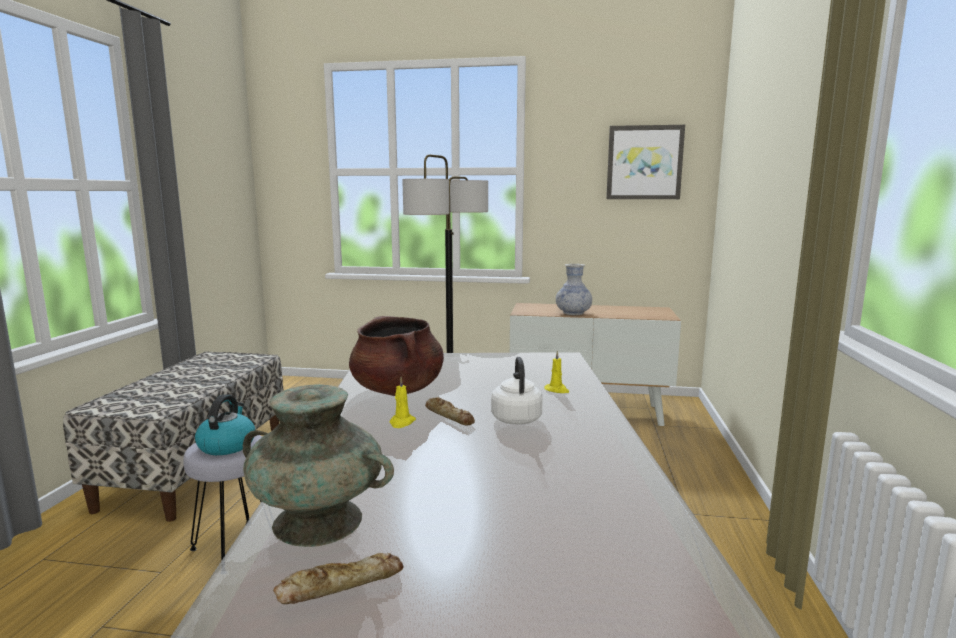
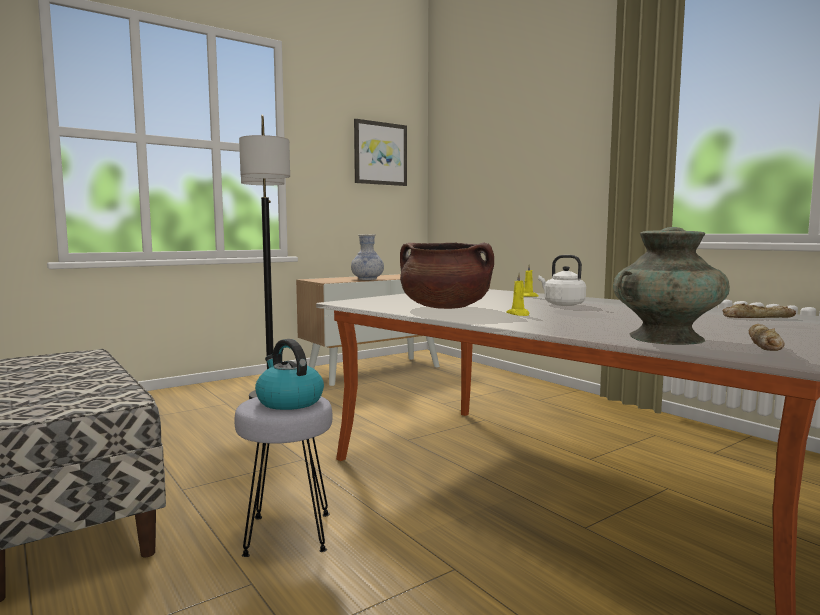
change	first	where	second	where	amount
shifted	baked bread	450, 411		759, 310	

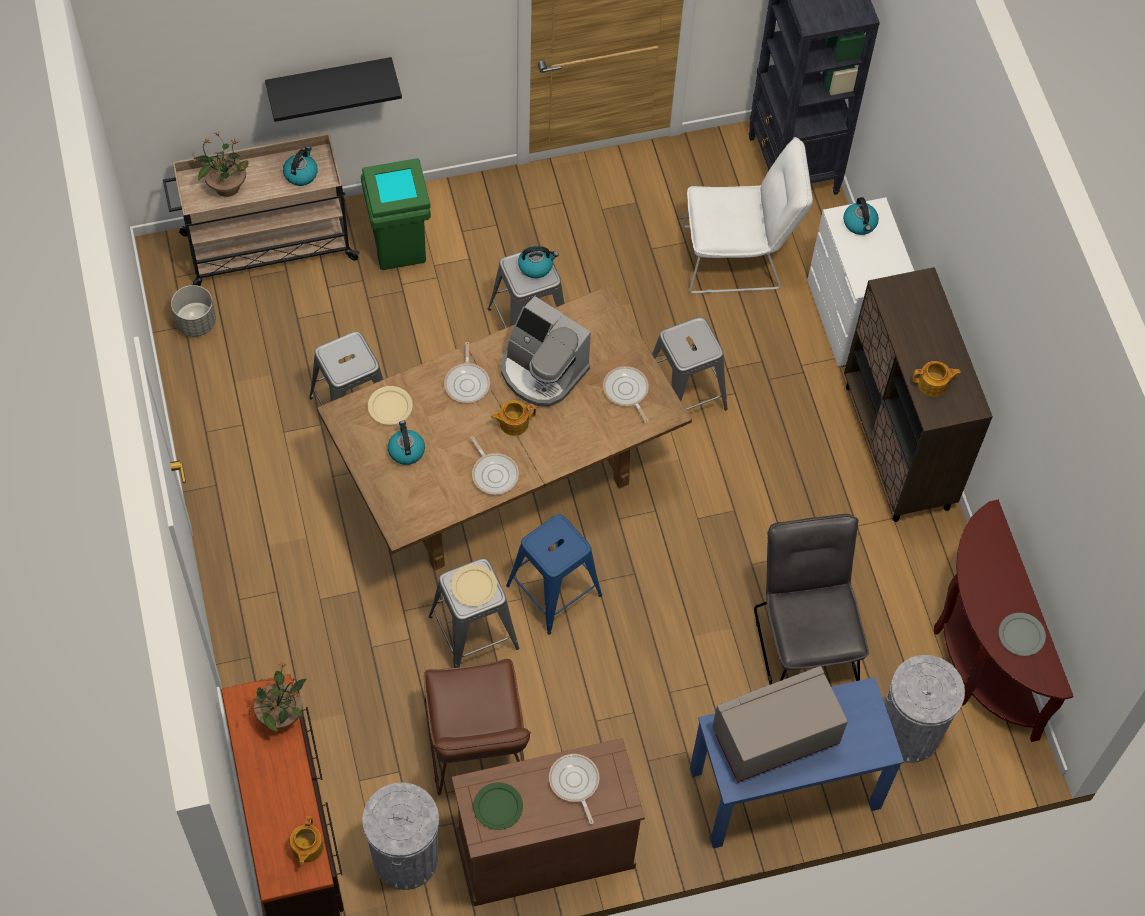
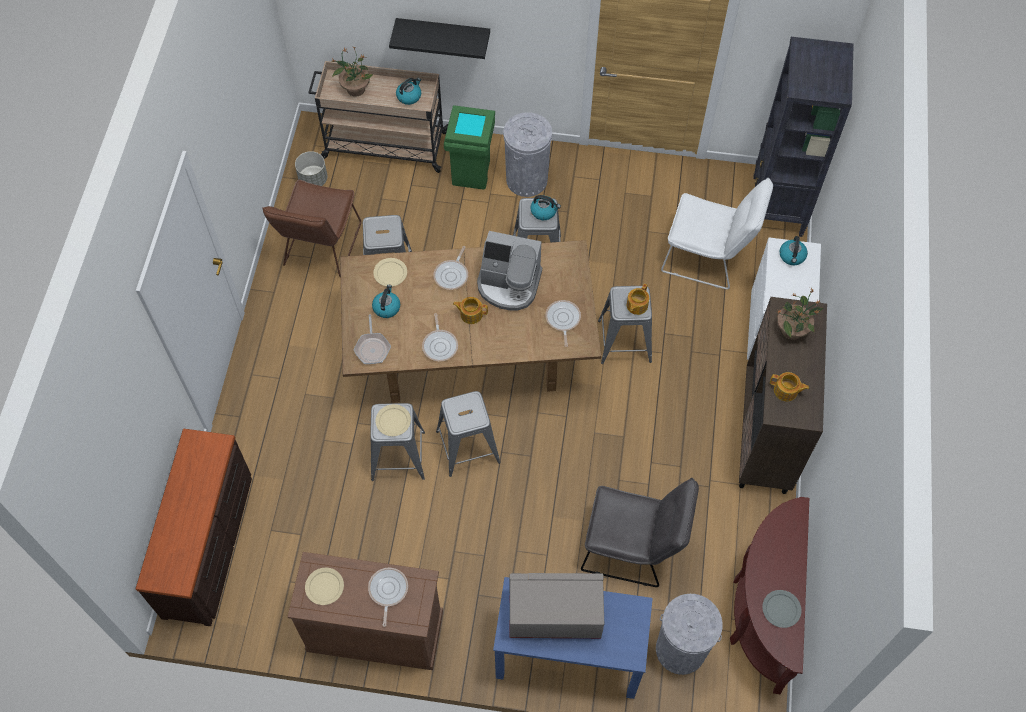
change	first	where	second	where	amount
shifted	brownish chair	477, 727		311, 228	
repainted	green plate	498, 806	beige-coloured plate	324, 586	
new			pan	372, 339	
repainted	bluish stool seat	554, 574	grey stool seat	468, 434	
rotated	coffee machine	546, 351		509, 270	45 degrees counterclockwise
shifted	grey rubbish bin	401, 836		528, 154	
rotated	grey chair	811, 599		640, 532	90 degrees clockwise
shifted	teapot	307, 840		638, 299	
shifted	houseplant	276, 696		799, 313	

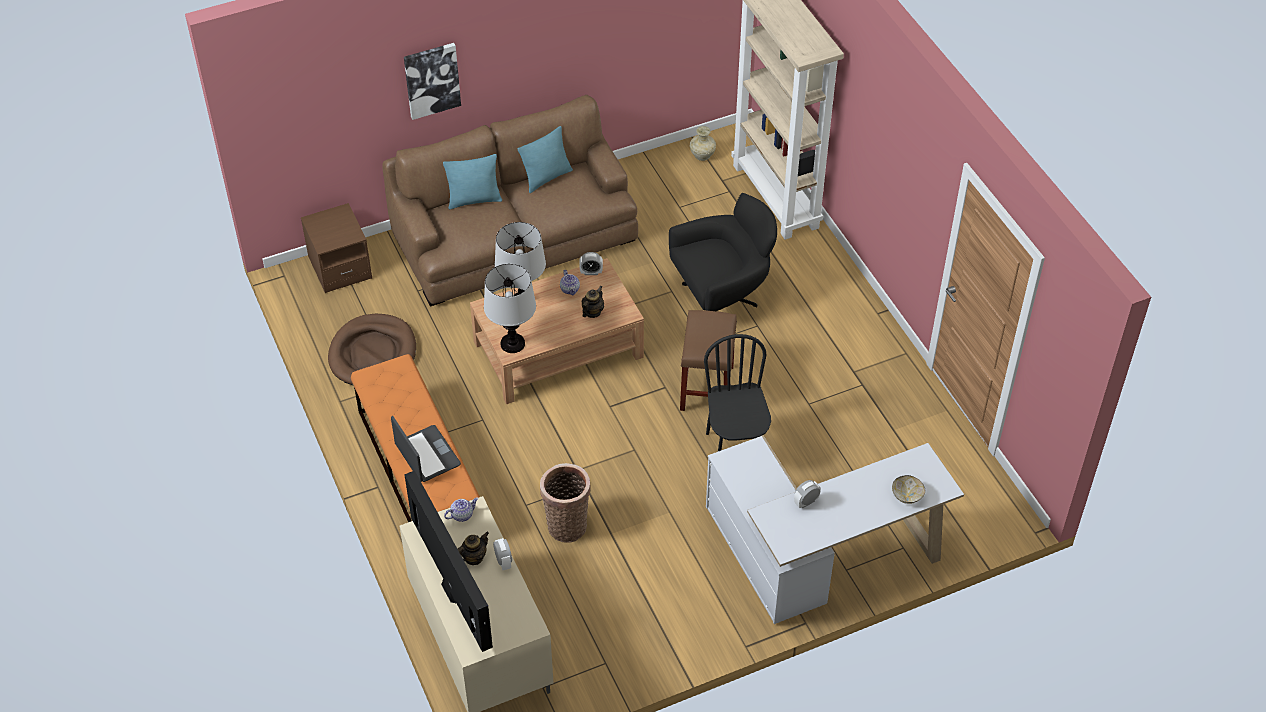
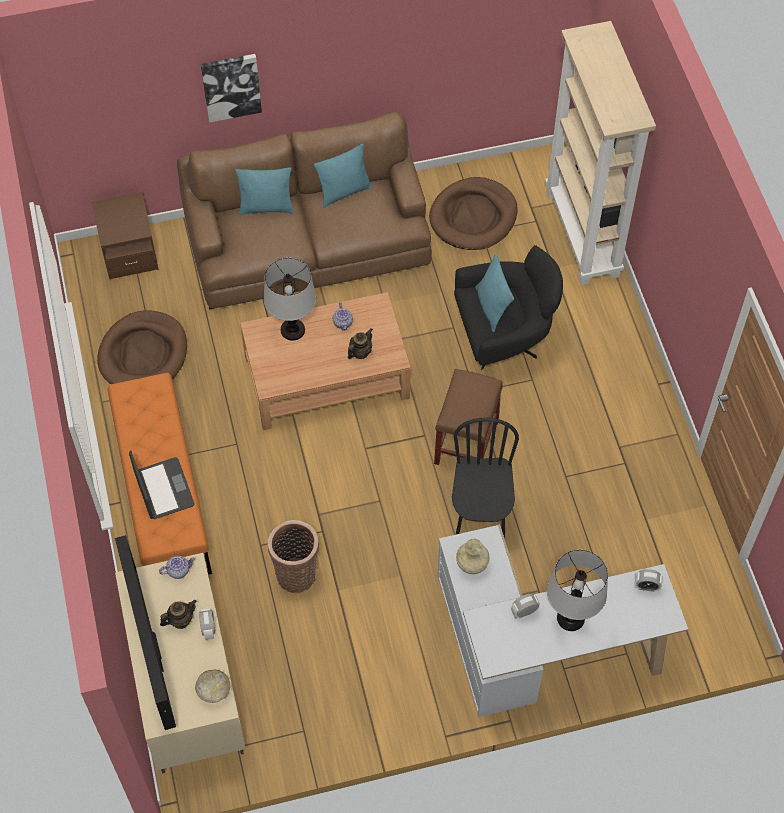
change	first	where	second	where	amount
shifted	serving bowl	908, 489		212, 686	
new			brownish pet bed	473, 213	
shifted	beige-coloured vase	703, 143		473, 556	
new			blue-green cushion	494, 293	
shifted	lamp for a table	510, 308		577, 590	
shifted	bedside clock	591, 263		648, 580	

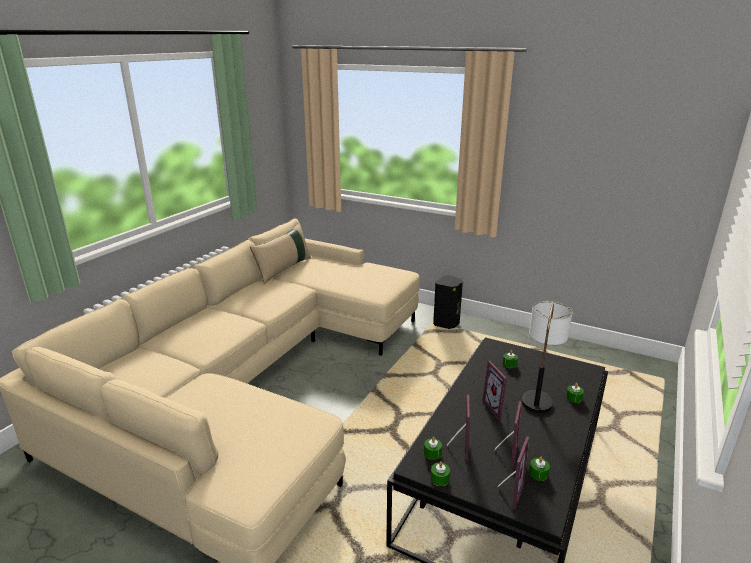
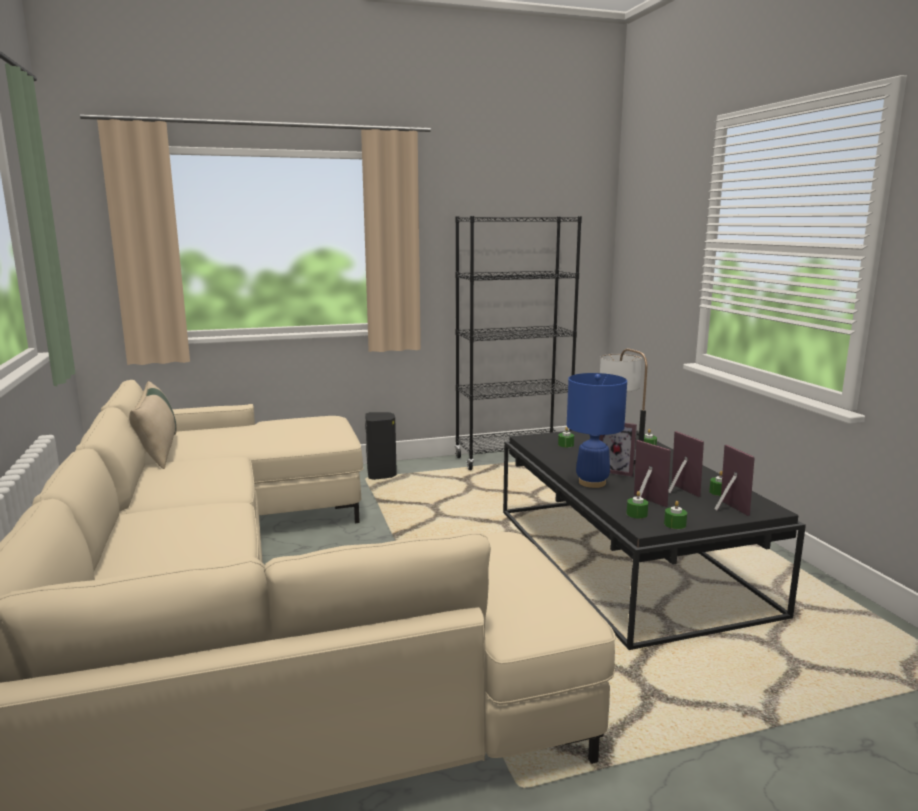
change	first	where	second	where	amount
new			blackish bookcase	518, 343	
new			bluish lamp for a table	597, 430	

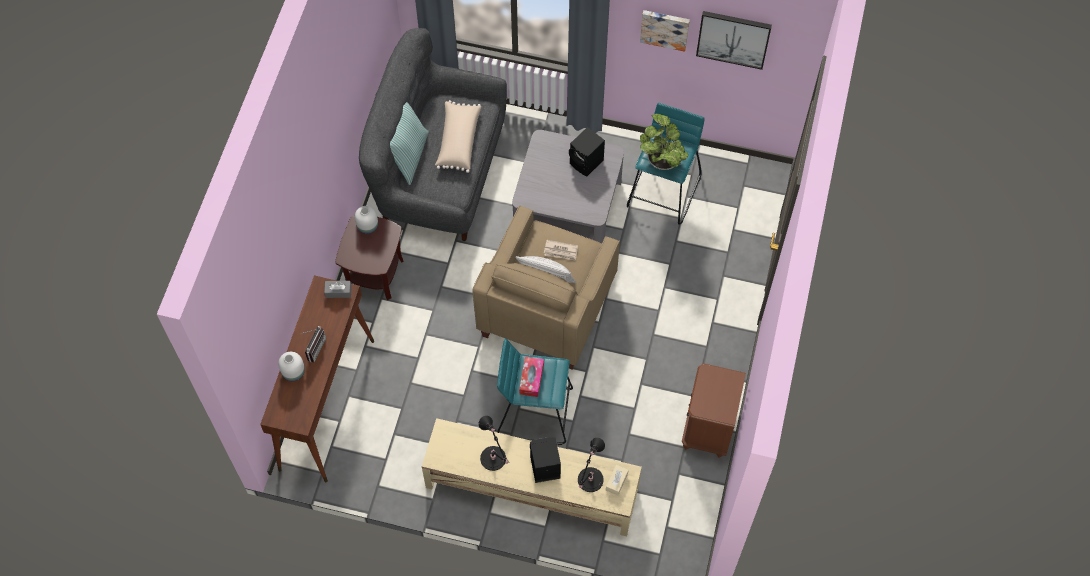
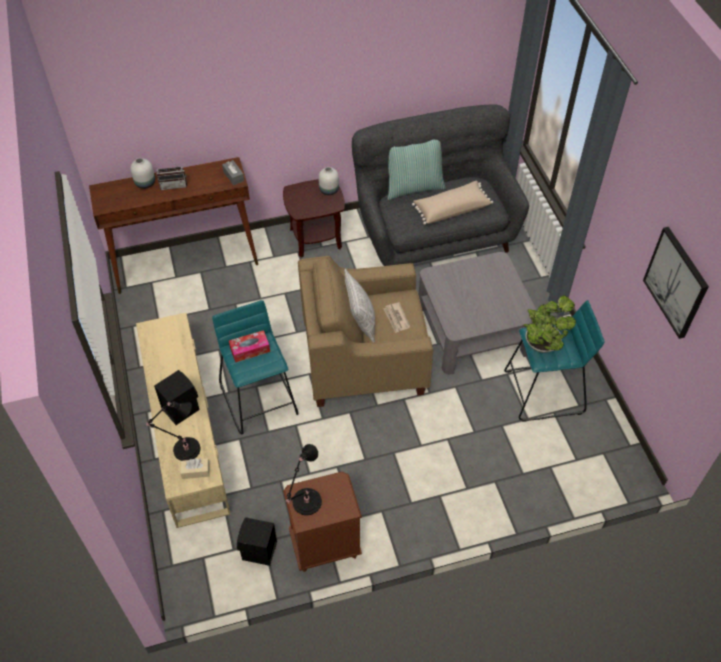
change	first	where	second	where	amount
shifted	blackish loudspeaker	587, 151		257, 541	
shifted	blackish lamp for a table	494, 443		304, 479	
gone	picture	665, 31			

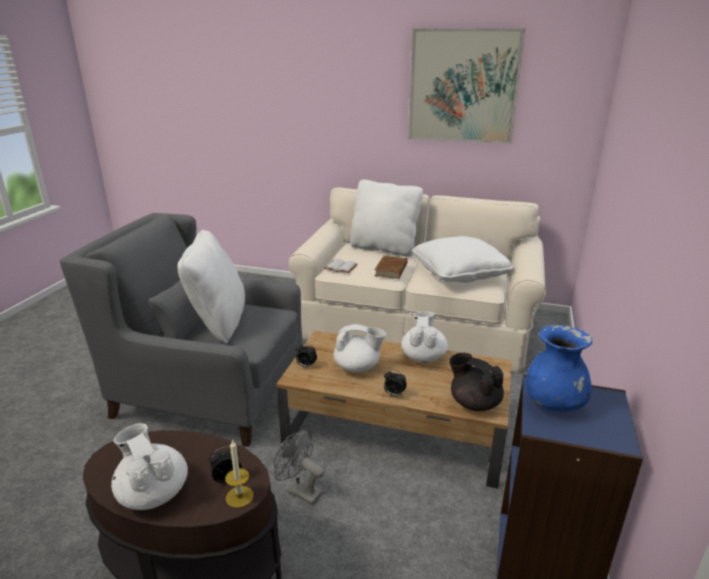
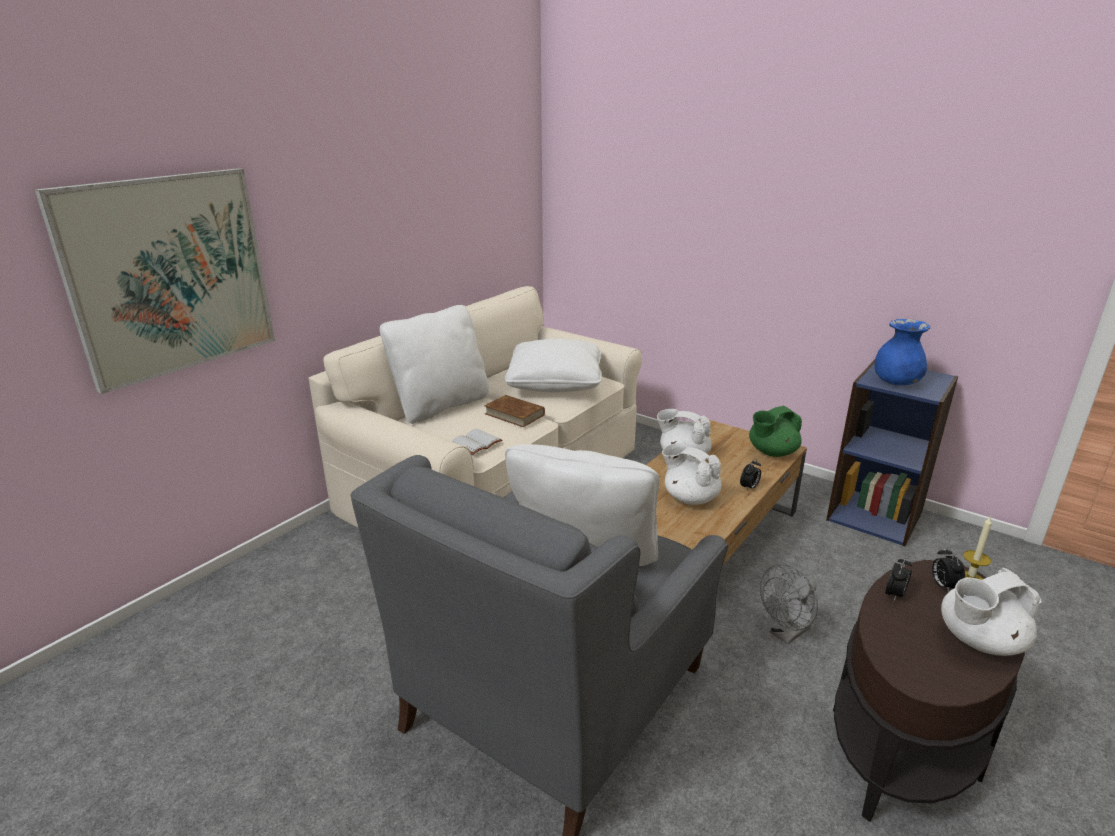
change	first	where	second	where	amount
shifted	picture	466, 86		154, 281	
rotated	white-coloured teapot	360, 348		692, 474	75 degrees counterclockwise
repainted	blackish teapot	476, 382	green teapot	775, 431	
shifted	bedside clock	306, 355		898, 579	

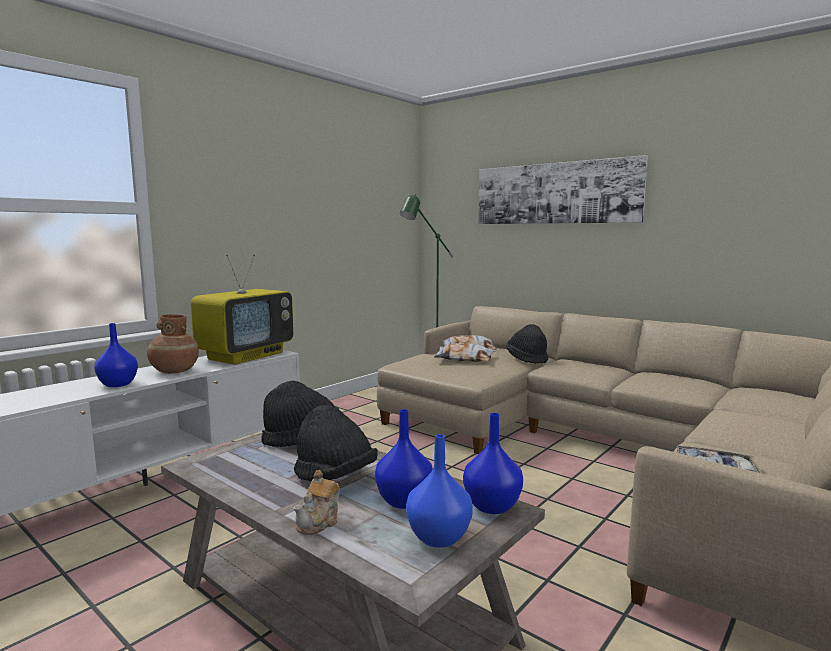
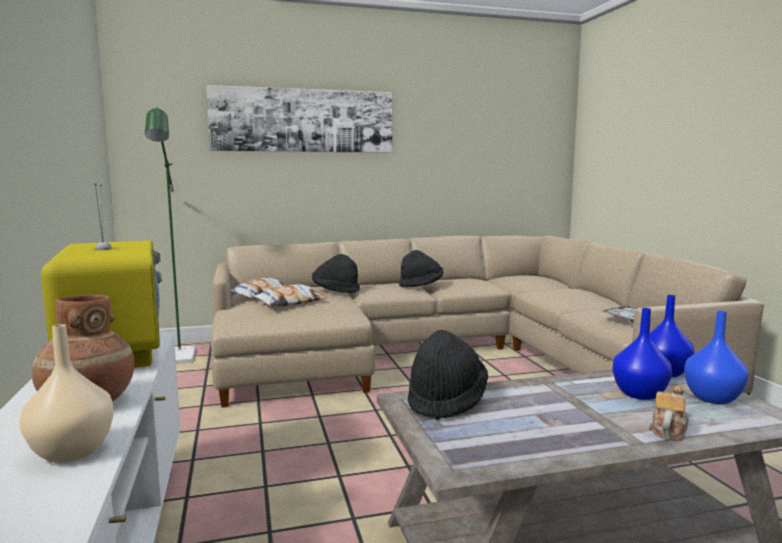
change	first	where	second	where	amount
repainted	bluish vase	116, 355	beige-coloured vase	66, 393	
shifted	blackish hat	336, 443		421, 269	
rotated	teapot	316, 502		668, 413	120 degrees counterclockwise

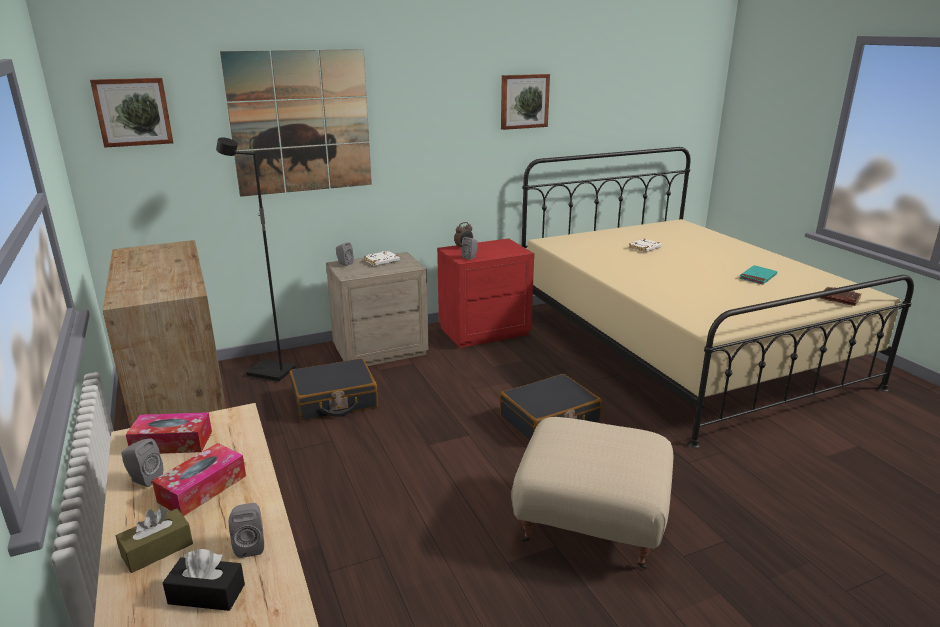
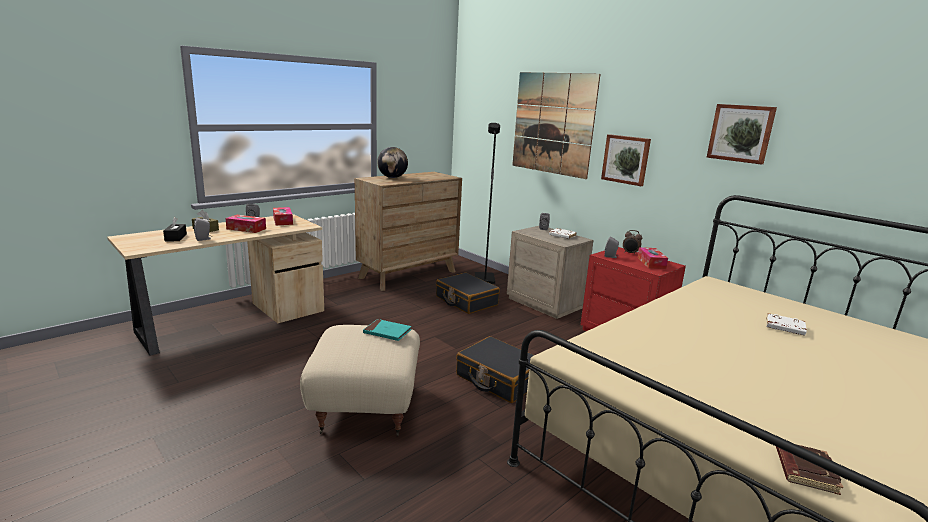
change	first	where	second	where	amount
shifted	blue-green bound book	758, 275		387, 330	
new			globe	392, 162	
shifted	picture	131, 113		626, 160	
new			box of tissues	652, 258	

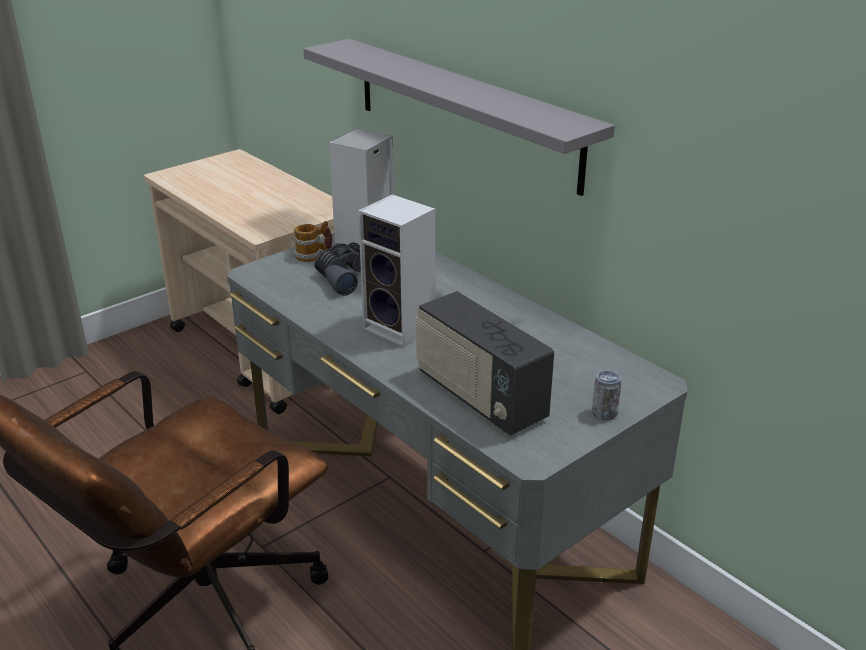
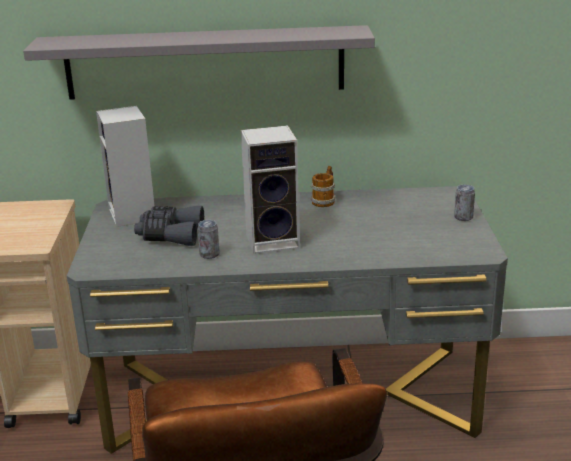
change	first	where	second	where	amount
new			sealed can	209, 239	
shifted	mug	313, 241		323, 186	
gone	radio	485, 363			

